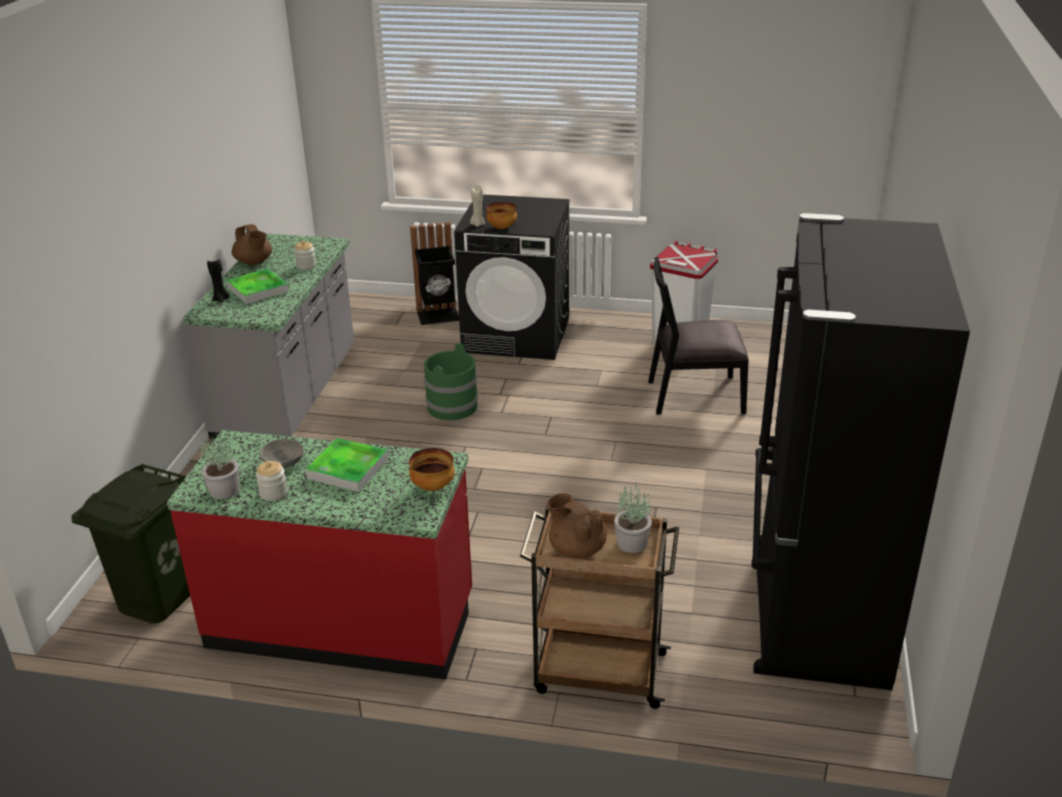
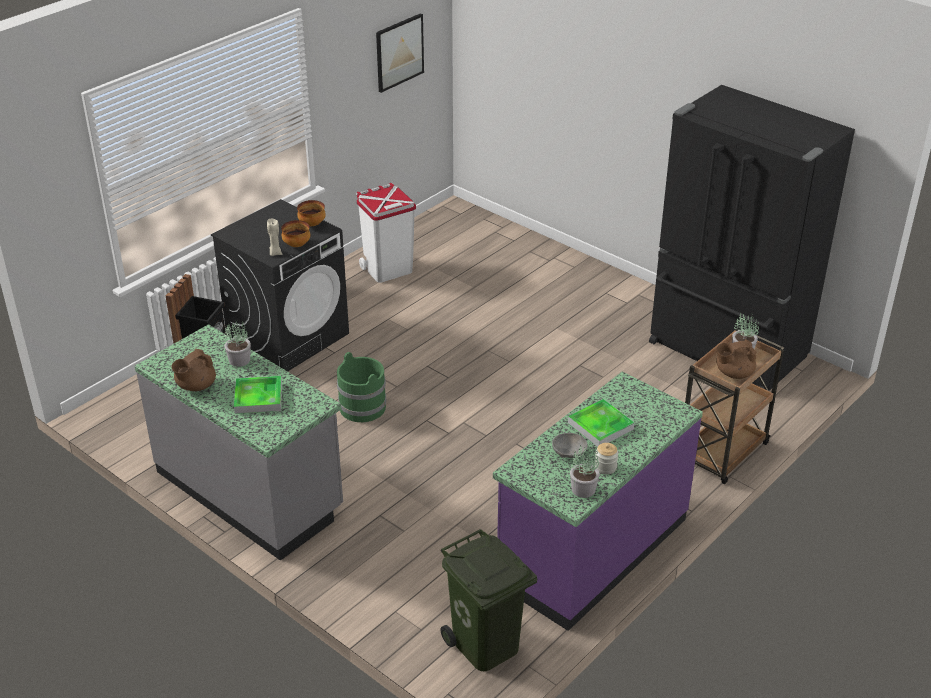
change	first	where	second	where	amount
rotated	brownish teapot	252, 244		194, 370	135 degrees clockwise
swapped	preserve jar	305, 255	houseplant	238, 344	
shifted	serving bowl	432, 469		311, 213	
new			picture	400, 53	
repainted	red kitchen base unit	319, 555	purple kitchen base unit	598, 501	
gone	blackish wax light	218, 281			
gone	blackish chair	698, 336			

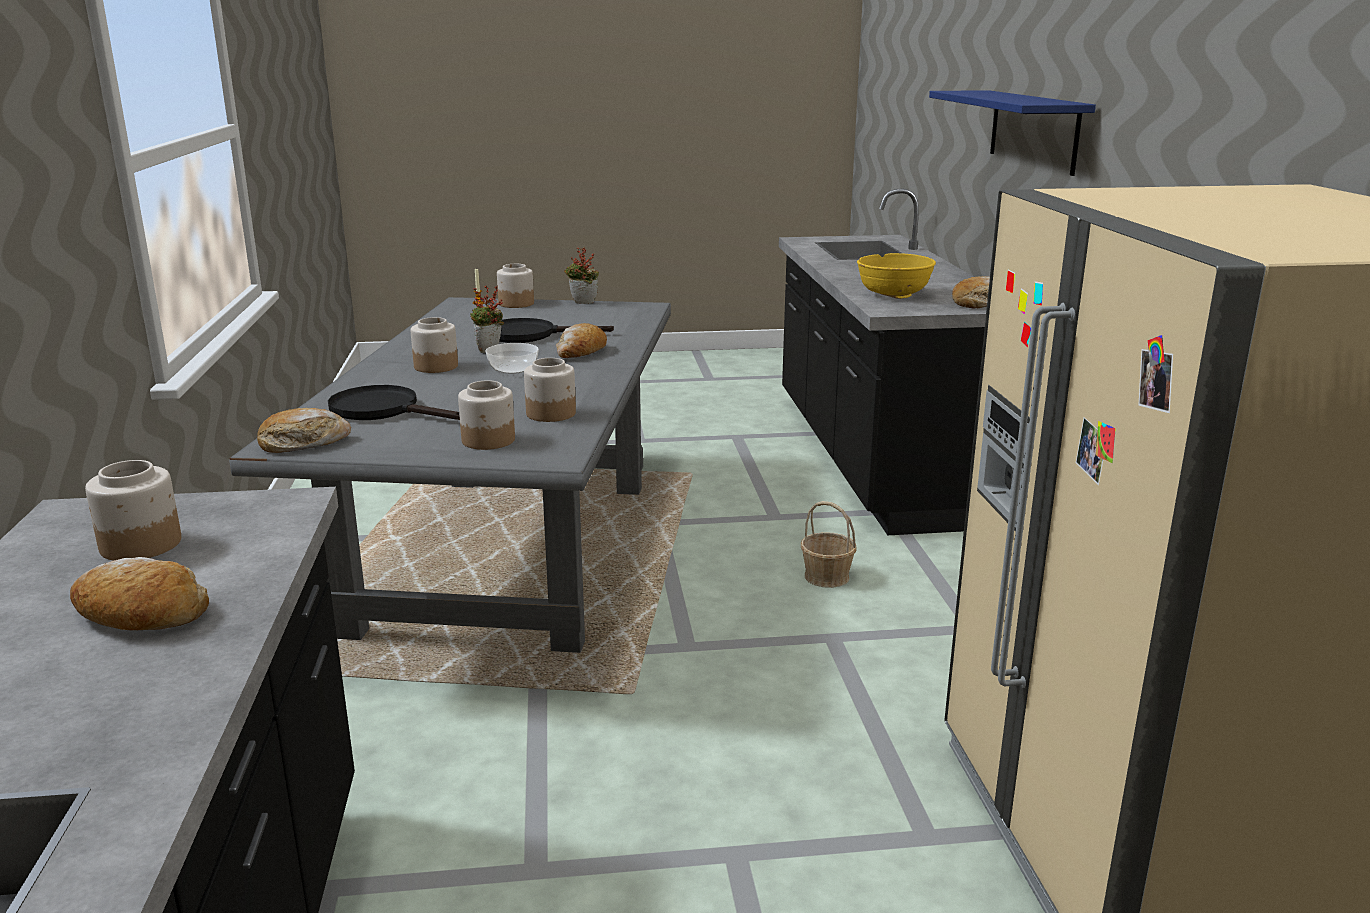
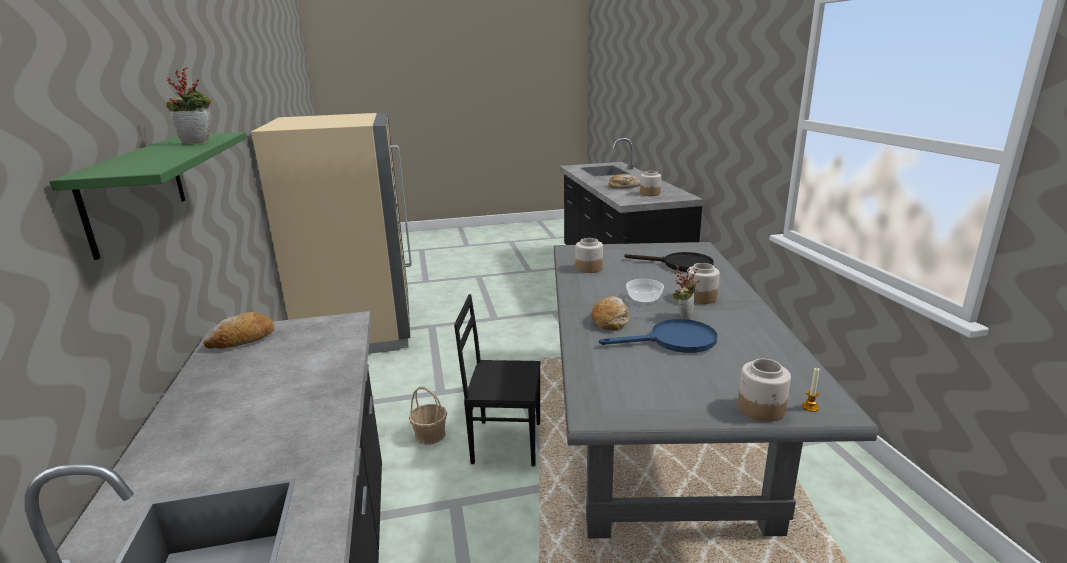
change	first	where	second	where	amount
repainted	bluish bracket shelf	1012, 133	green bracket shelf	147, 196	
shifted	houseplant	581, 275		188, 105	
new			blackish chair	497, 380	
repainted	blackish pan	556, 330	bluish pan	658, 336	
gone	baked bread	304, 430			
gone	preserve jar	486, 415			
gone	yellow serving bowl	896, 276			

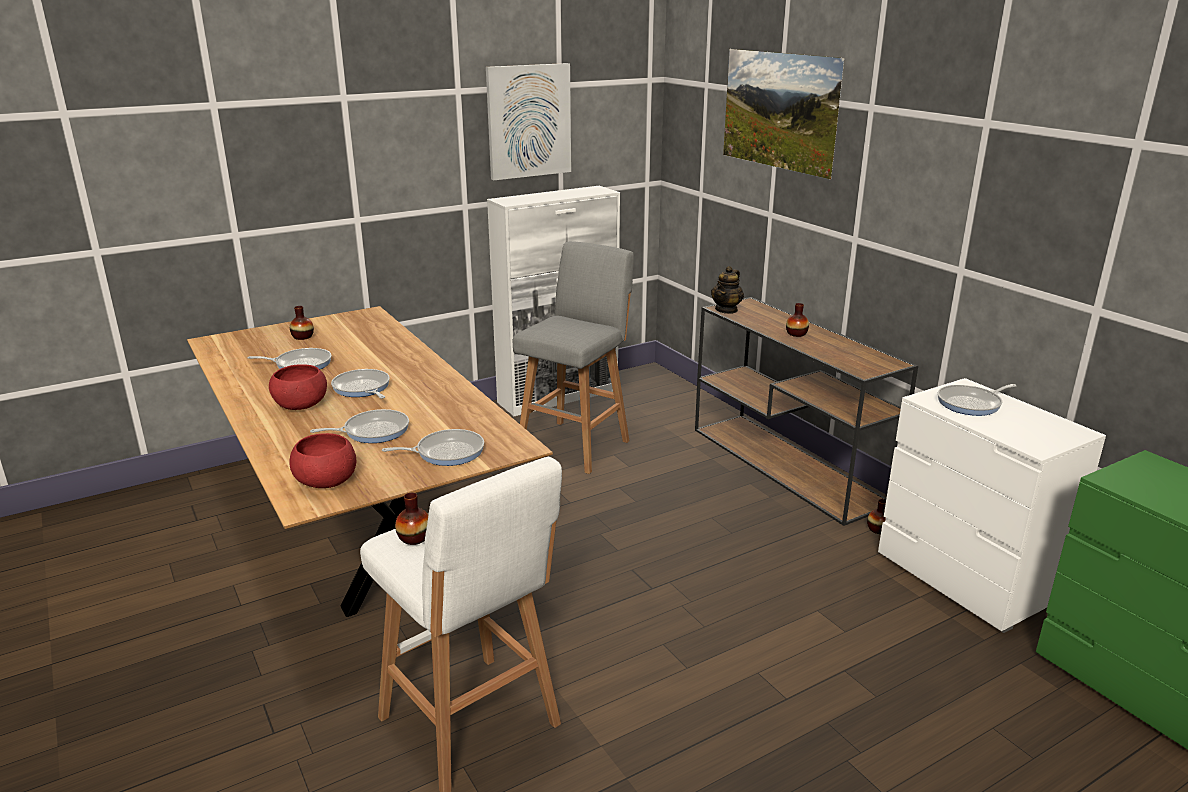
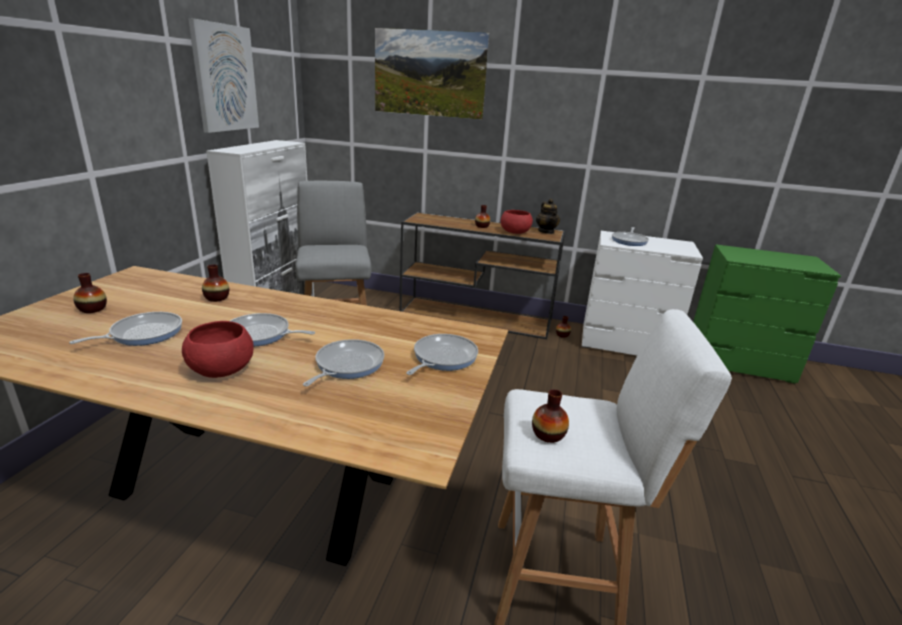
change	first	where	second	where	amount
new			vase	215, 283	
shifted	red serving bowl	322, 460		517, 222	
shifted	teapot	727, 290		548, 216	

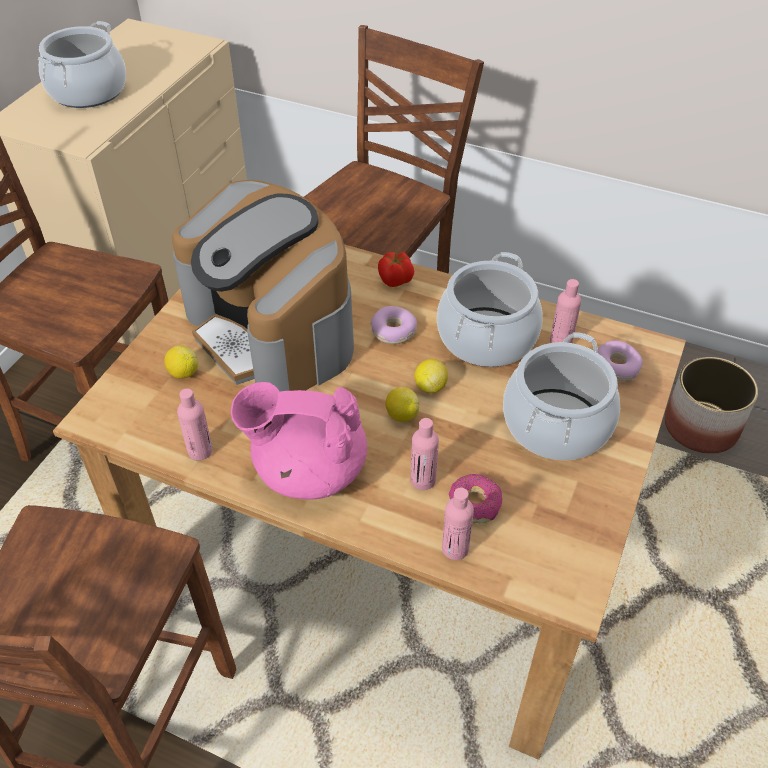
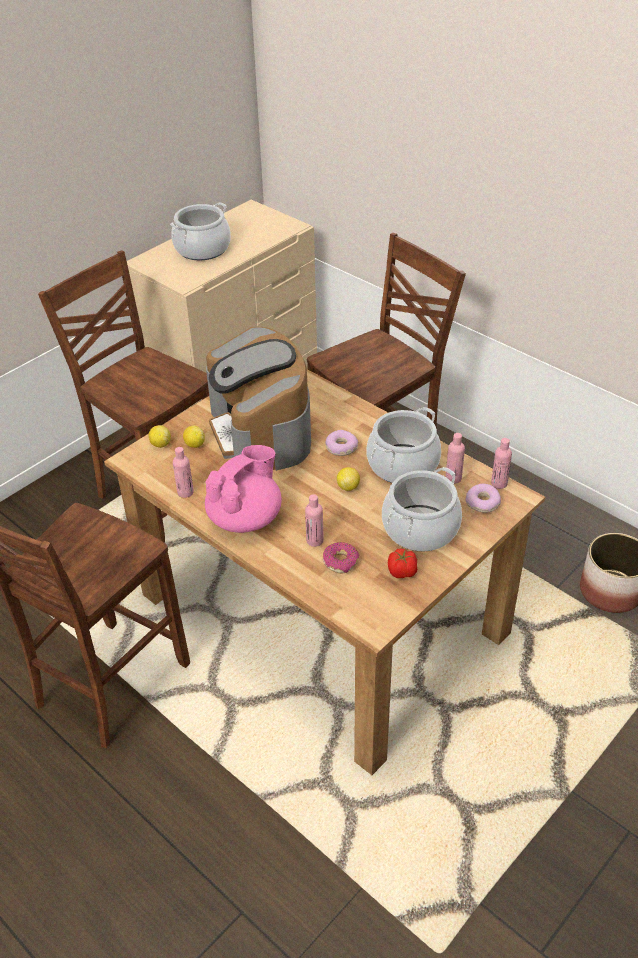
change	first	where	second	where	amount
shifted	whole lemon	402, 404		160, 436	
rotated	pinkish teapot	299, 441		243, 489	105 degrees clockwise
shifted	fresh tomato	396, 269		402, 563	
shifted	pinkish beverage bottle	458, 524		501, 463	

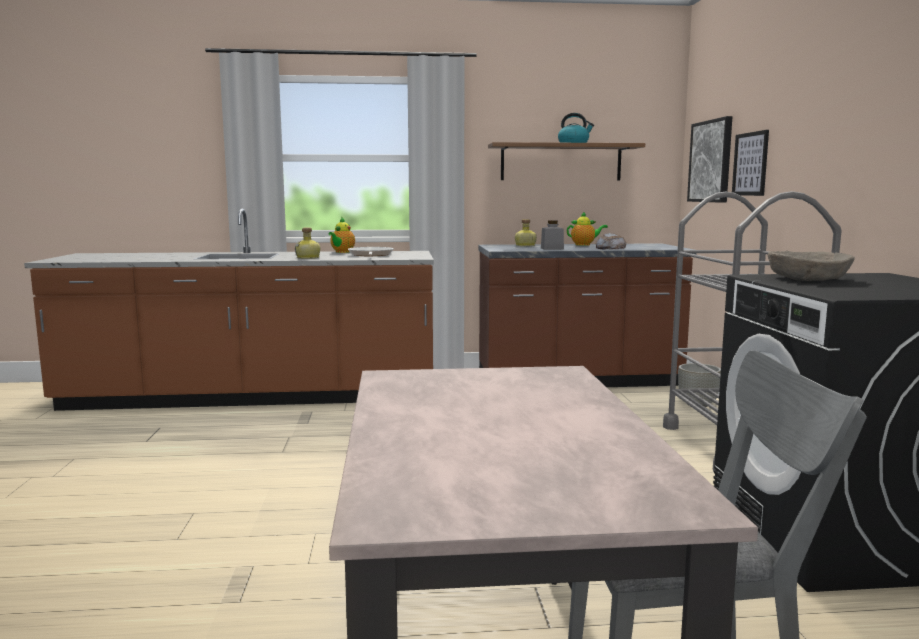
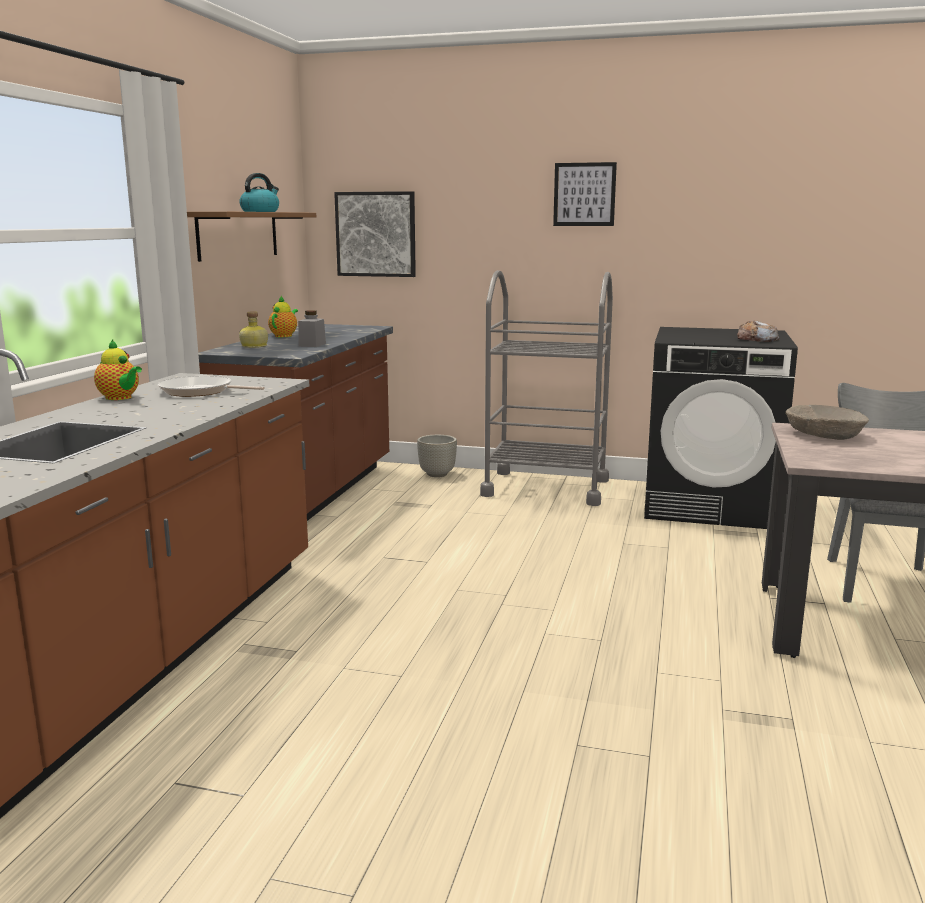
change	first	where	second	where	amount
shifted	picture	750, 163		585, 194	
shifted	baked bread	610, 241		758, 331	
shifted	beige-coloured serving bowl	811, 266		827, 422	
gone	beverage bottle	307, 243			

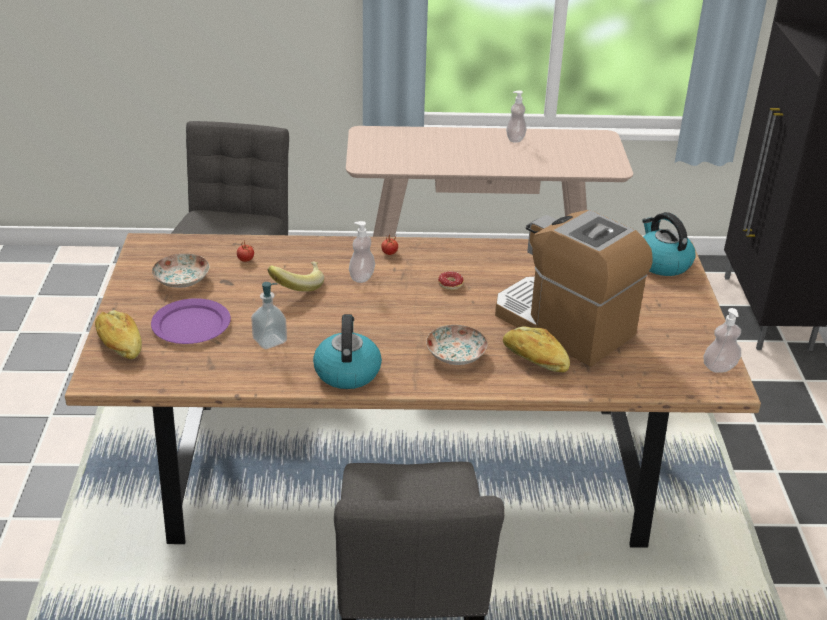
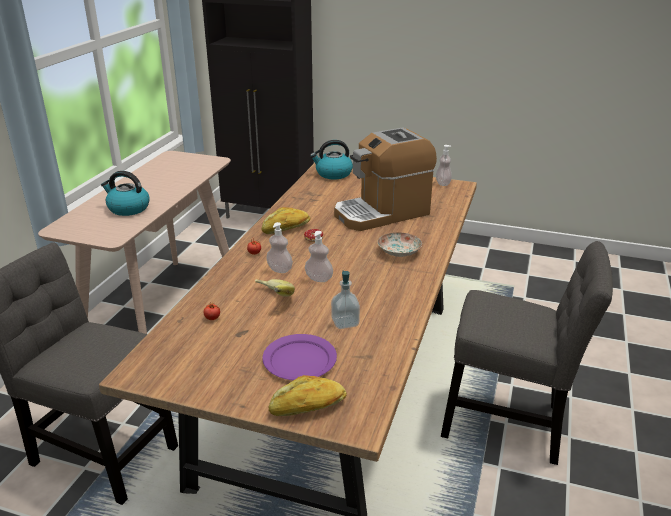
change	first	where	second	where	amount
shifted	tea kettle	347, 351		125, 193	
shifted	baked bread	536, 349		286, 220	
shifted	liquid soap bottle	516, 116		319, 256	
gone	plate	180, 271			

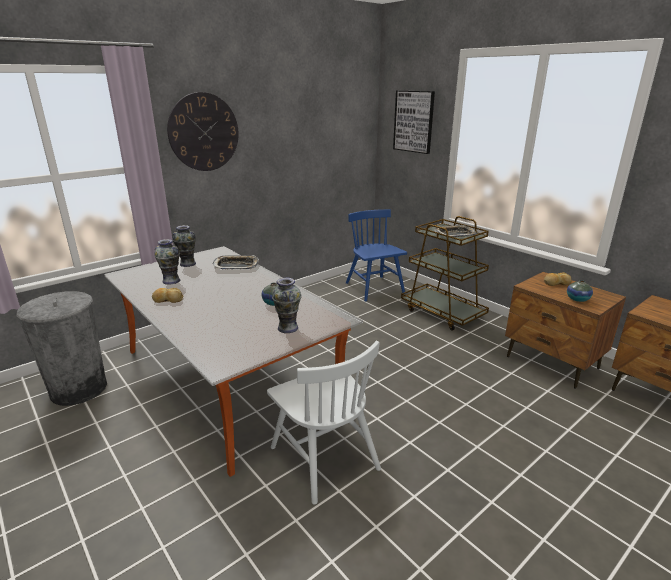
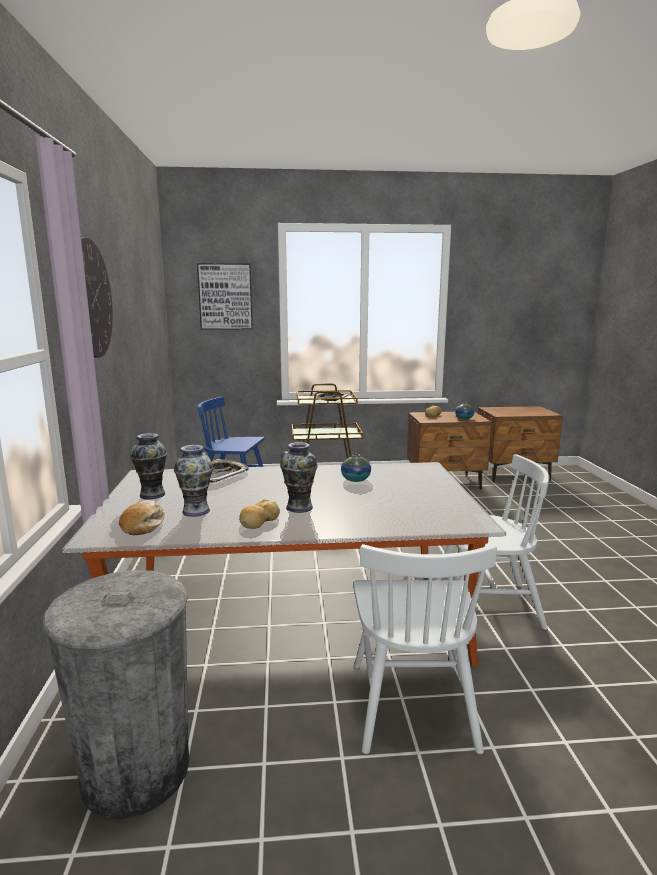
change	first	where	second	where	amount
new			baked bread	142, 517	
shifted	vase	287, 305		299, 477	
new			white-coloured chair	425, 649	

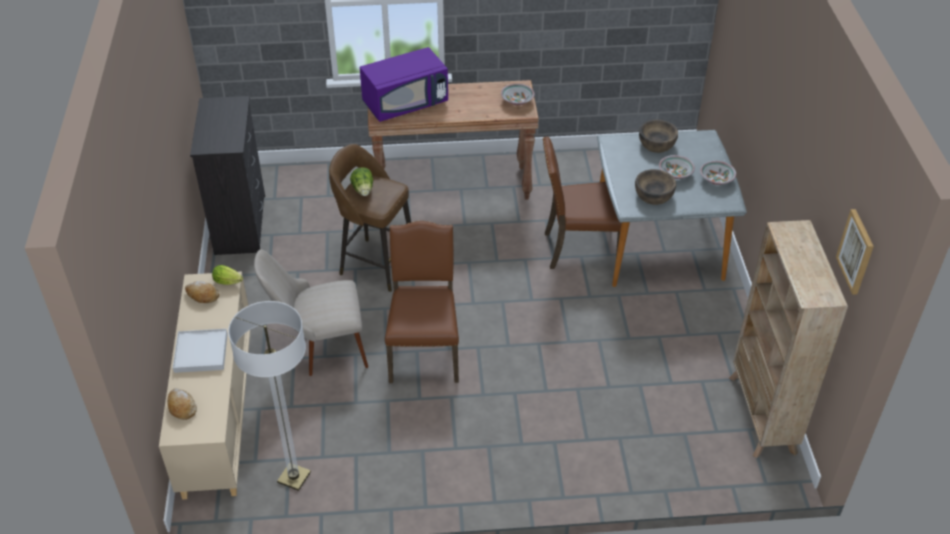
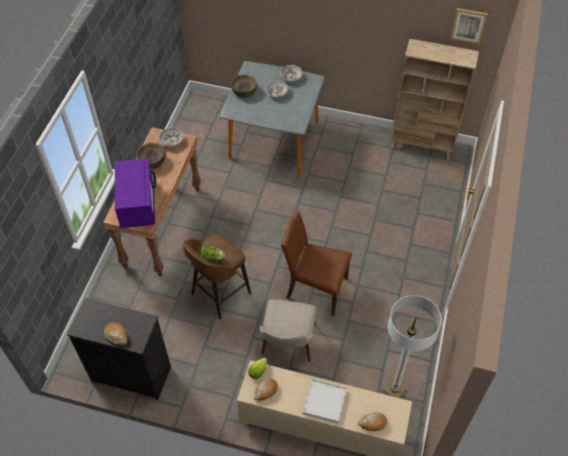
change	first	where	second	where	amount
new			baked bread	116, 333	
shifted	brownish serving bowl	655, 187		151, 156	
gone	brownish chair	582, 202			

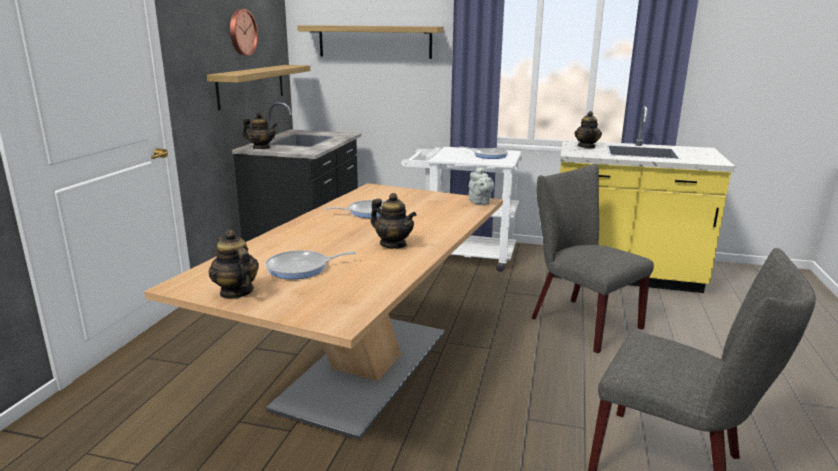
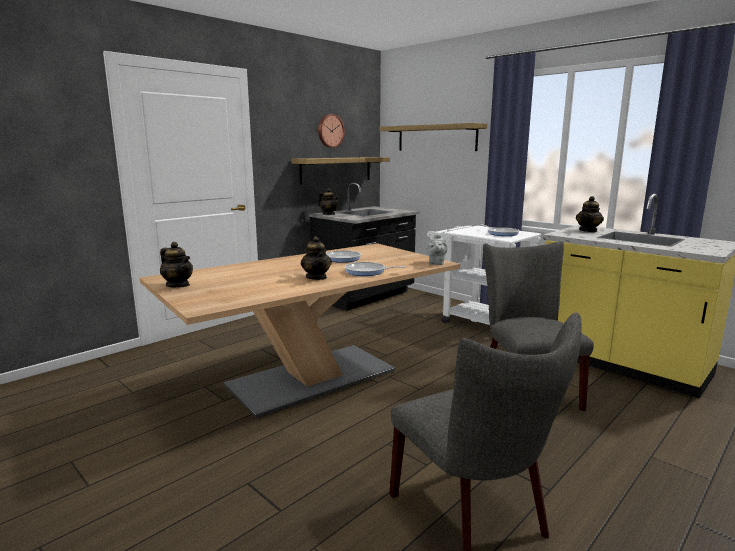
change	first	where	second	where	amount
rotated	teapot	234, 264		176, 265	135 degrees clockwise
shifted	pan	310, 264		375, 269	

